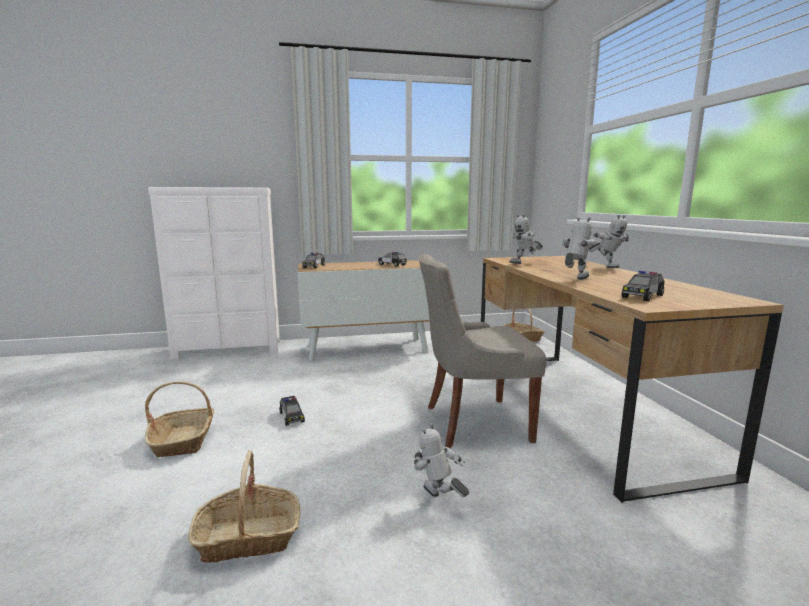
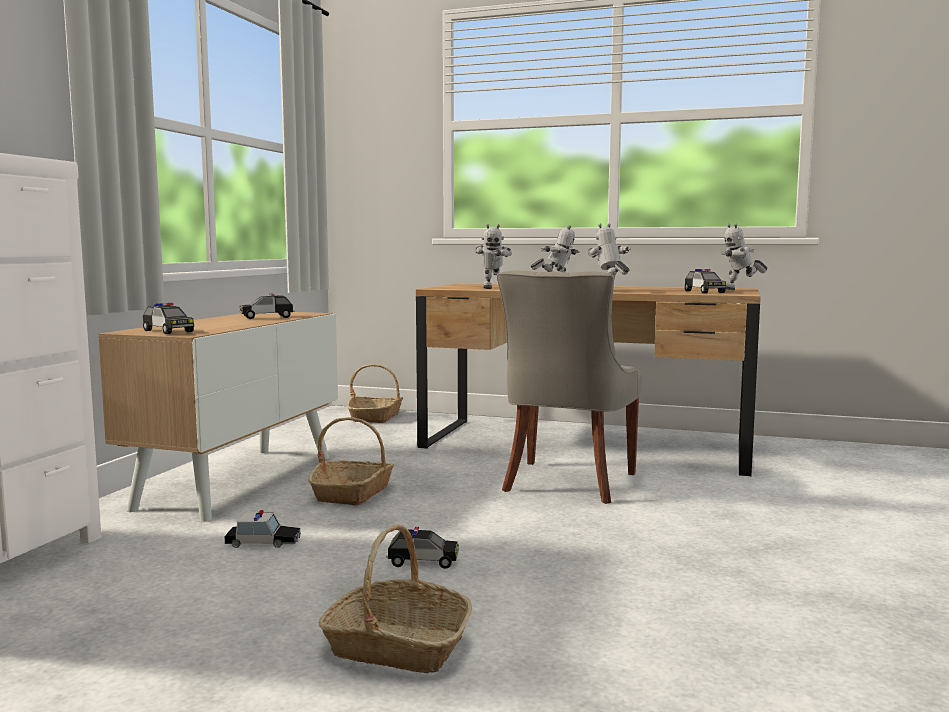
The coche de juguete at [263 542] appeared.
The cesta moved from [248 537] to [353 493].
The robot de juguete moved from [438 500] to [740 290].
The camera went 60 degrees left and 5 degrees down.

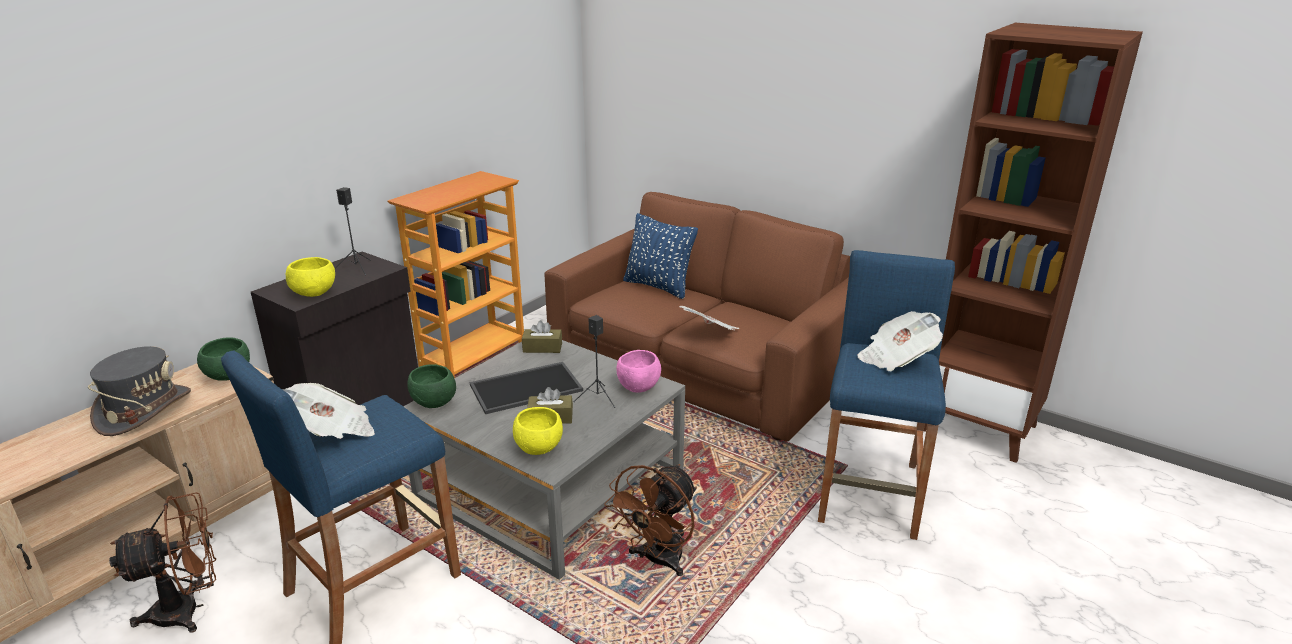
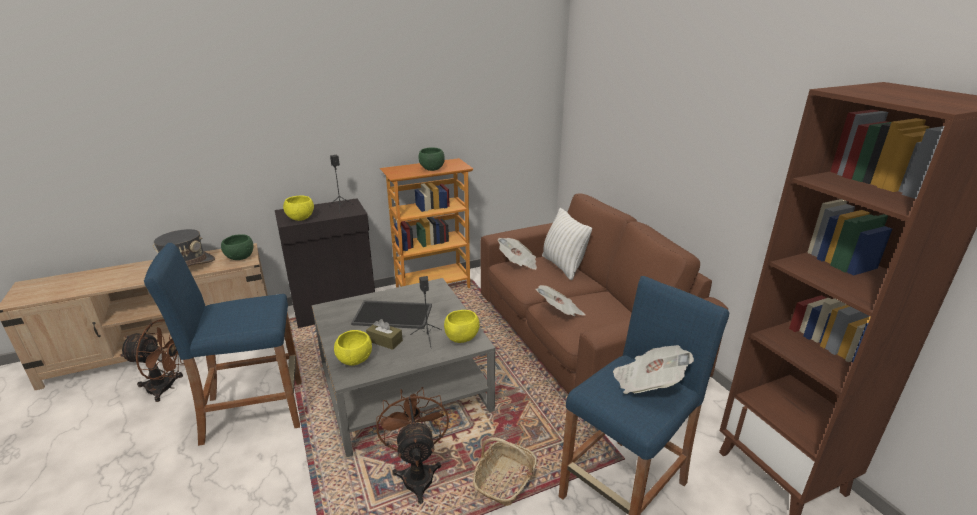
The ventilador (marrón) at [657 561] turned 105 degrees clockwise.
The cuenco (verde) moved from [434 403] to [432 169].
The cuenco (rosa) at [638 388] became the cuenco (amarillo) at [461 338].
The cesta at [505 480] appeared.
The periódico moved from [332 431] to [518 263].
The cojín (azul) at [658 286] became the cojín (blanco) at [563 266].
The caja de pañuelos (marrón) at [542 348] disappeared.
The camera went 30 degrees right and 0 degrees up.

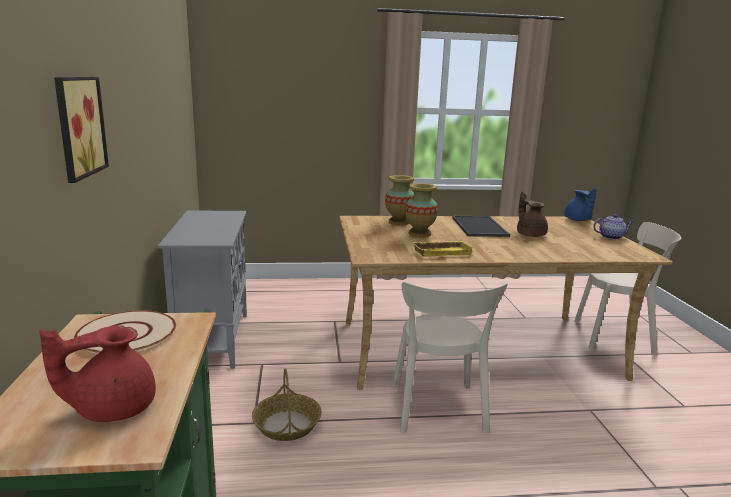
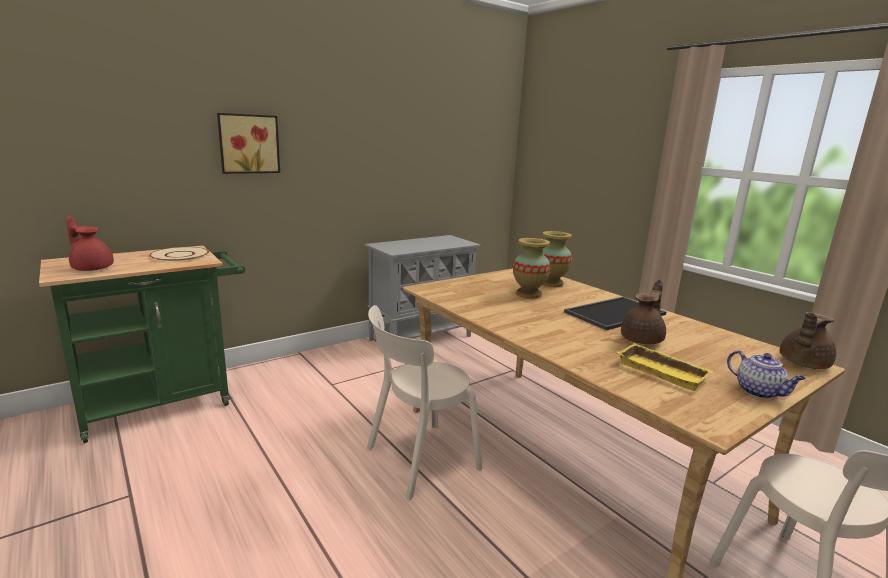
The bandeja (amarillo) moved from [442 251] to [664 371].
The tetera (azul) at [578 220] became the tetera (marrón) at [802 364].
The cesta at [287 425] disappeared.
The camera went 60 degrees right and 0 degrees up.

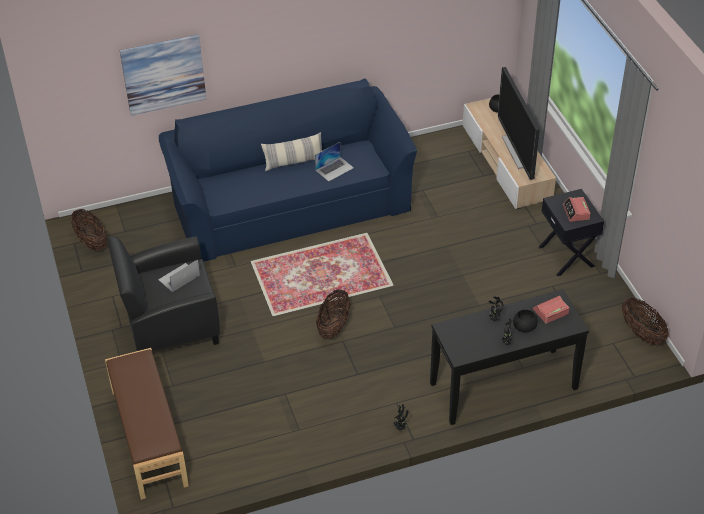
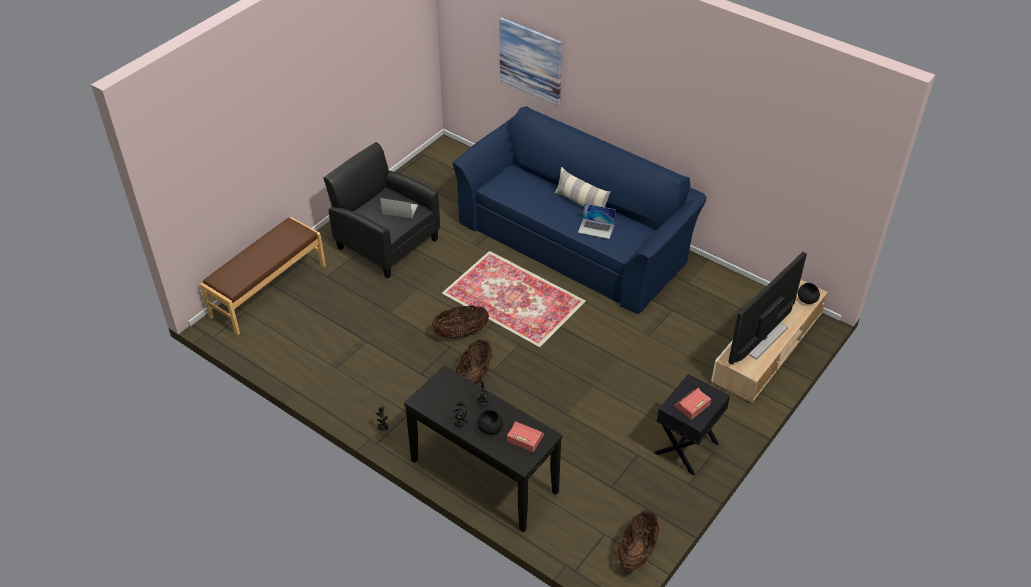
The cesta moved from [91 242] to [474 376].
The camera went 55 degrees right and 0 degrees up.

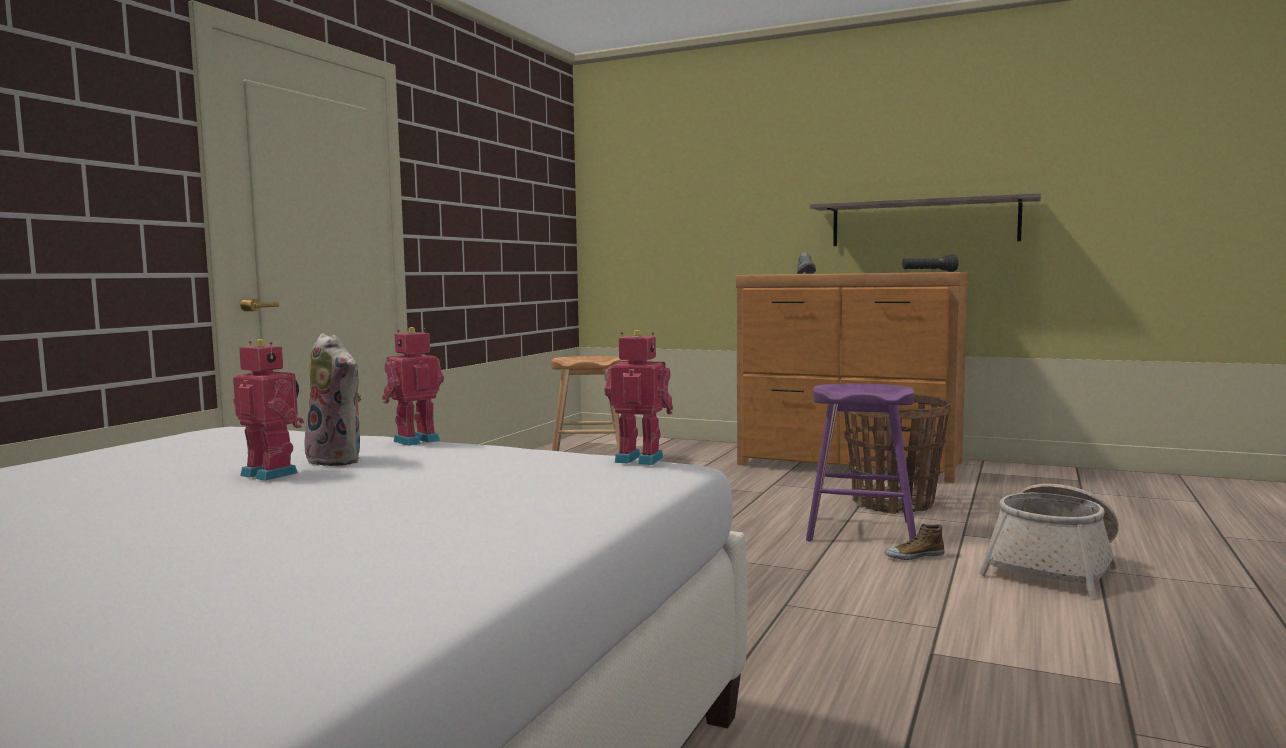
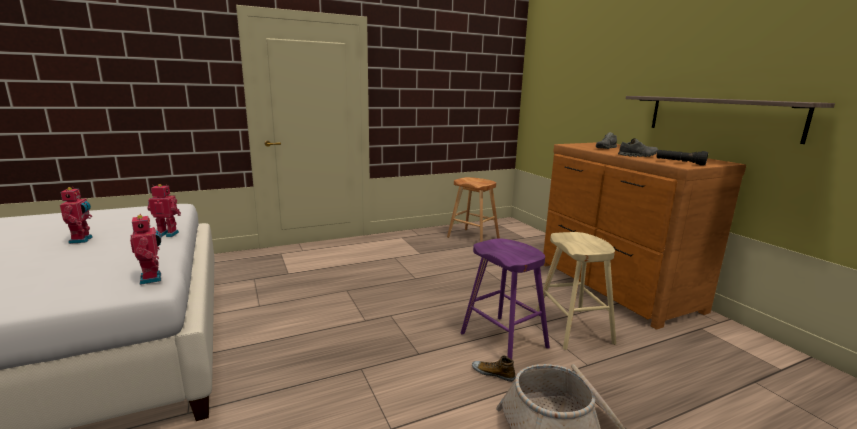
The cesta at [893 503] was replaced by the taburete (beis) at [572 328].
The zapato (gris) at [637 155] appeared.
The peluche at [339 460] disappeared.
The camera went 40 degrees right and 10 degrees up.

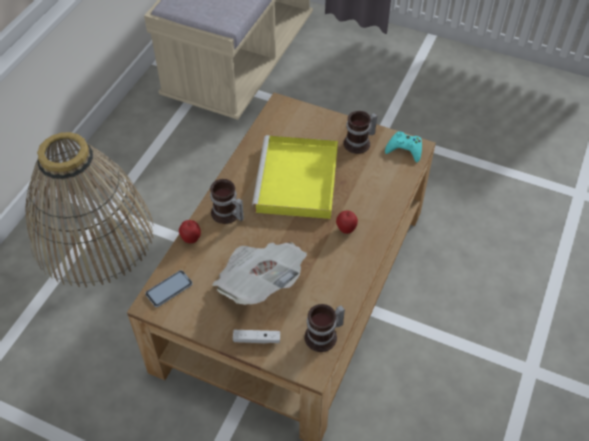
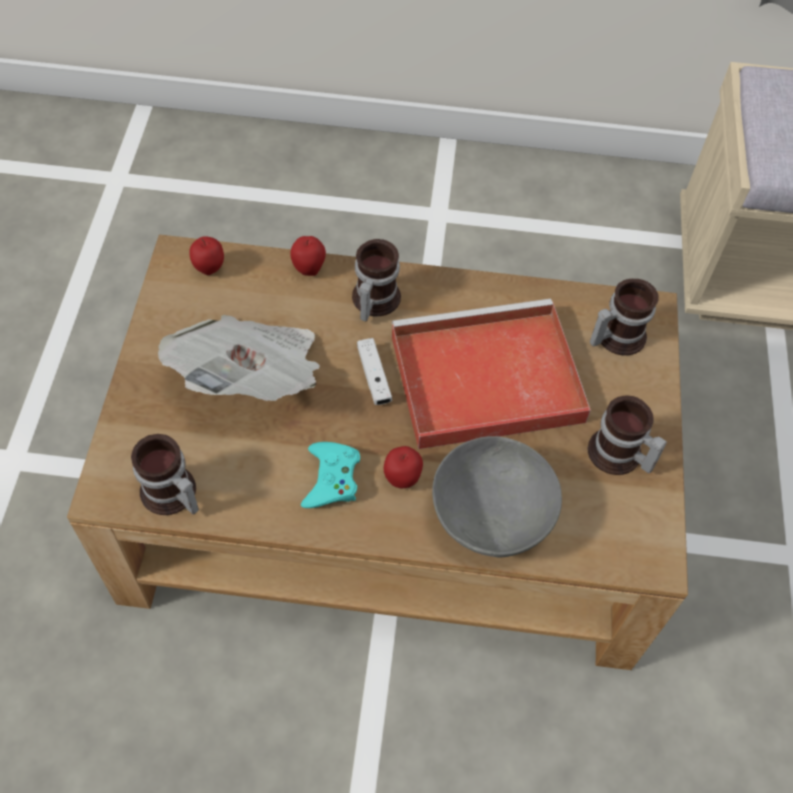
The móvil at [169 289] was replaced by the manzana at [209 269].
The mando de consola (turquesa) moved from [404 149] to [331 479].
The mando de consola (blanco) moved from [256 339] to [374 377].
The bandeja (amarillo) at [298 181] became the bandeja (rojo) at [482 380].
The cuenco (gris) at [491 516] appeared.
The taza grande at [615 335] appeared.
The cesta at [93 236] disappeared.
The camera went 70 degrees right and 5 degrees up.

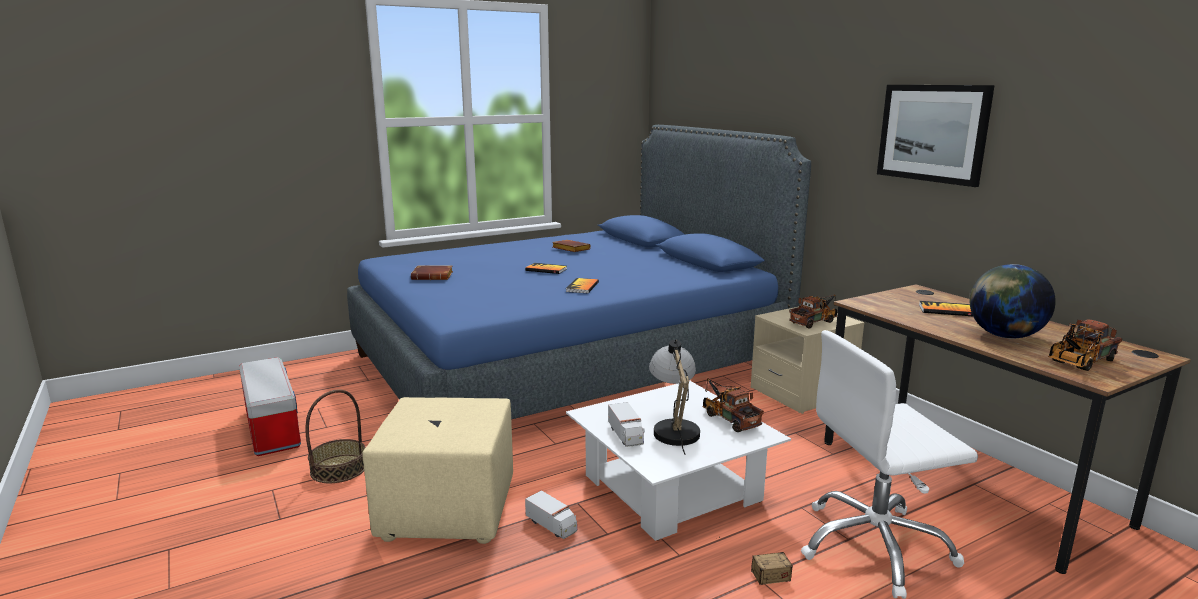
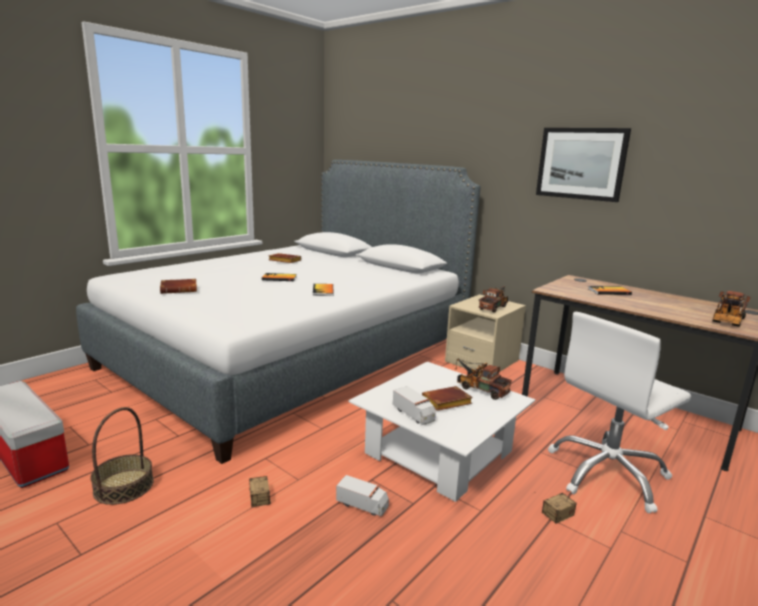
The cama (azul) at [568 362] became the cama (blanco) at [292 356].
The puf (beis) at [449 511] was replaced by the caja de almacenaje at [261 510].
The lámpara de mesa at [673 428] was replaced by the libro (marrón) at [446 403].
The globo terráqueo at [1004 336] disappeared.
The camera went 20 degrees left and 0 degrees up.

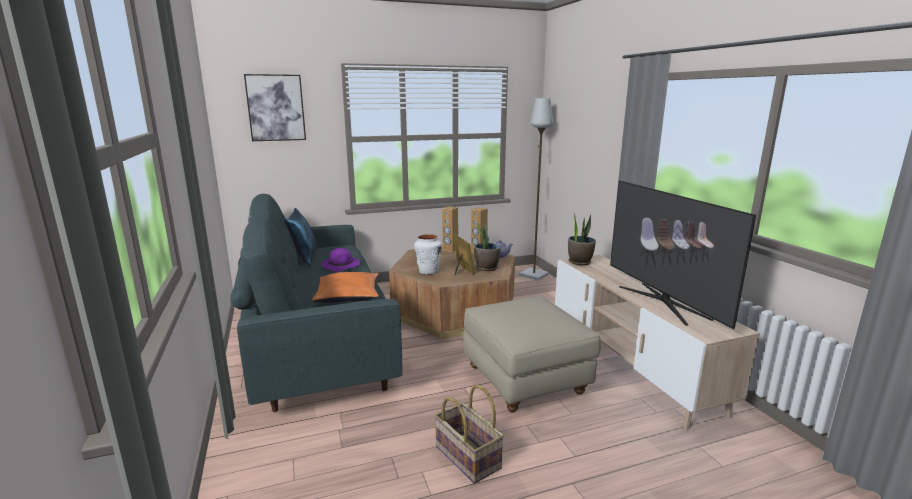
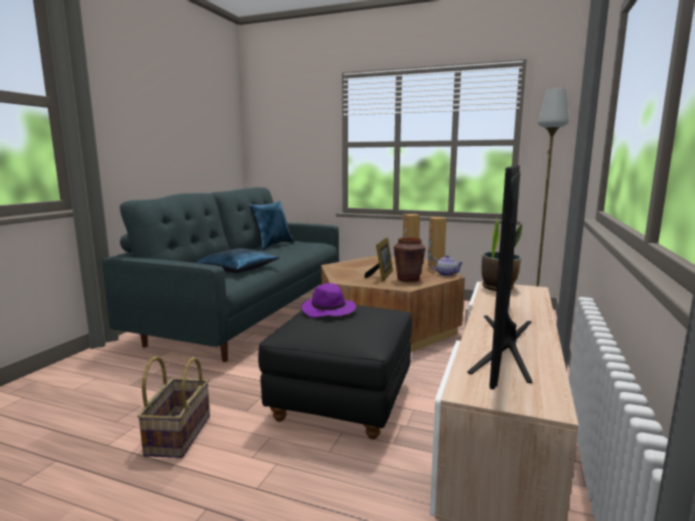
The cojín (naranja) at [348 295] became the cojín (azul) at [238 269].
The puf (beis) at [525 380] became the puf (negro) at [342 402].
The sombrero (morado) moved from [341 266] to [329 311].
The planta en maceta at [486 268] was replaced by the florero (marrón) at [408 280].
The cuadro at [276 108] disappeared.
The florero (blanco) at [428 271] disappeared.
The camera went 40 degrees right and 5 degrees down.

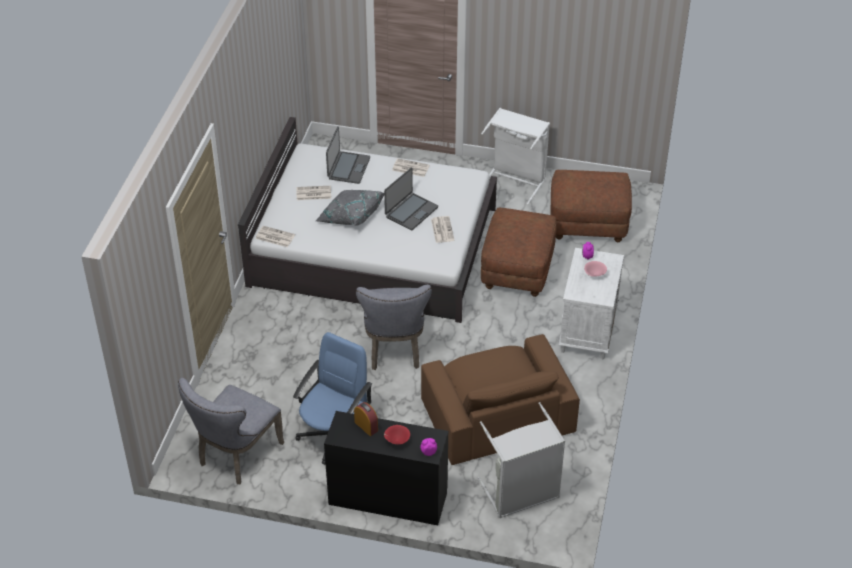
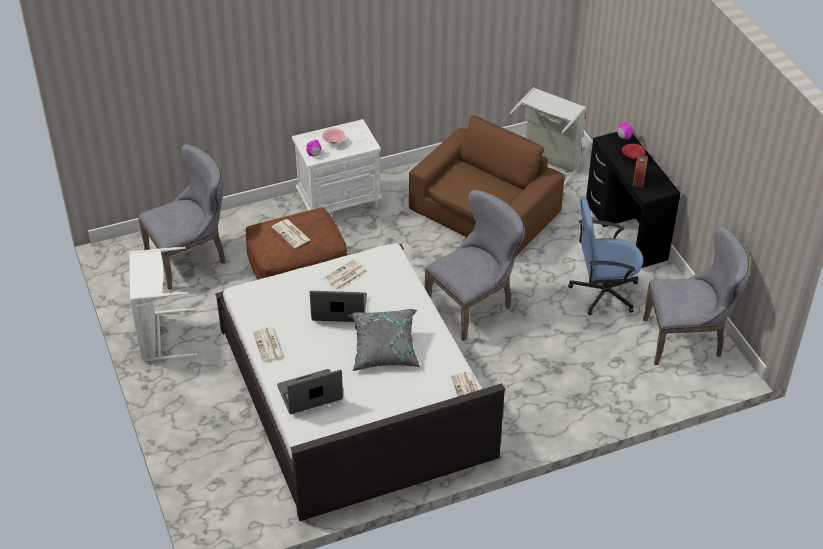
The puf (marrón) at [587 224] was replaced by the silla (gris) at [191 257].
The periódico moved from [313 193] to [291 234].
The camera went 125 degrees left and 0 degrees up.

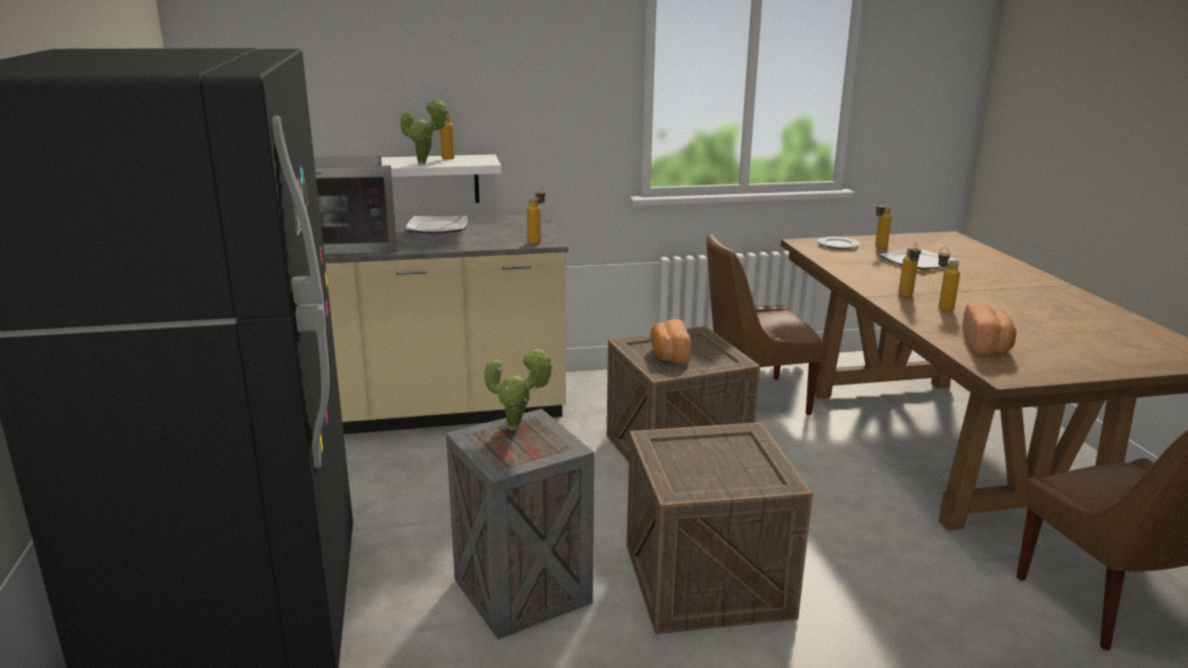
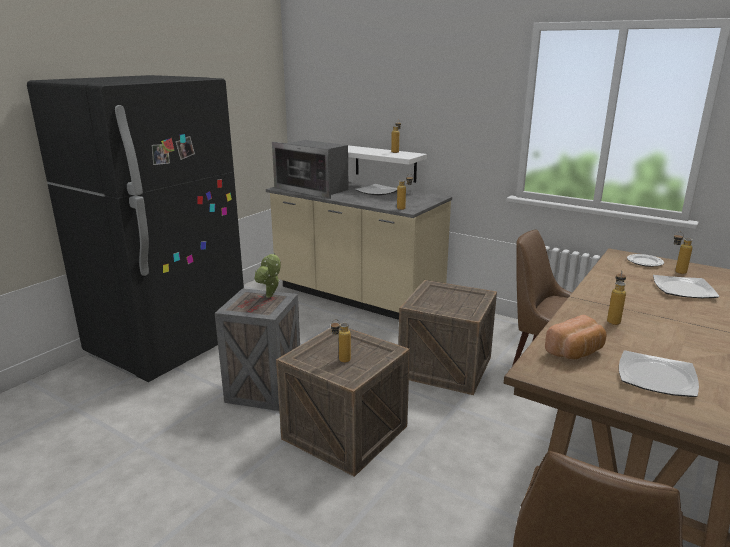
The botella moved from [906 296] to [340 361].
The plato at [657 377] appeared.
The planta en maceta at [425 163] disappeared.
The pan at [668 355] disappeared.
The camera went 45 degrees right and 0 degrees up.

